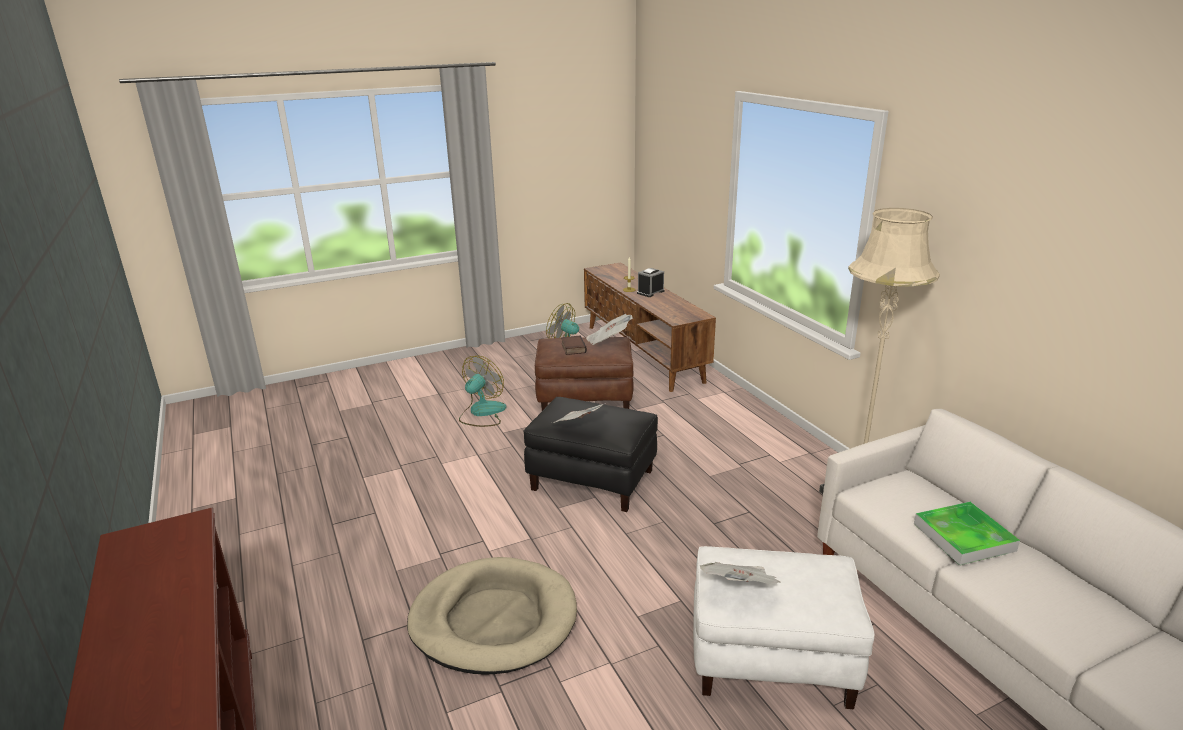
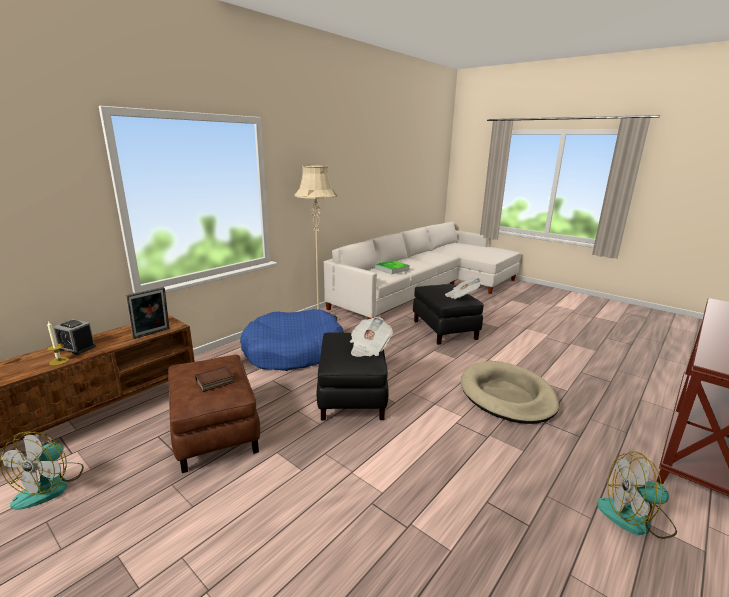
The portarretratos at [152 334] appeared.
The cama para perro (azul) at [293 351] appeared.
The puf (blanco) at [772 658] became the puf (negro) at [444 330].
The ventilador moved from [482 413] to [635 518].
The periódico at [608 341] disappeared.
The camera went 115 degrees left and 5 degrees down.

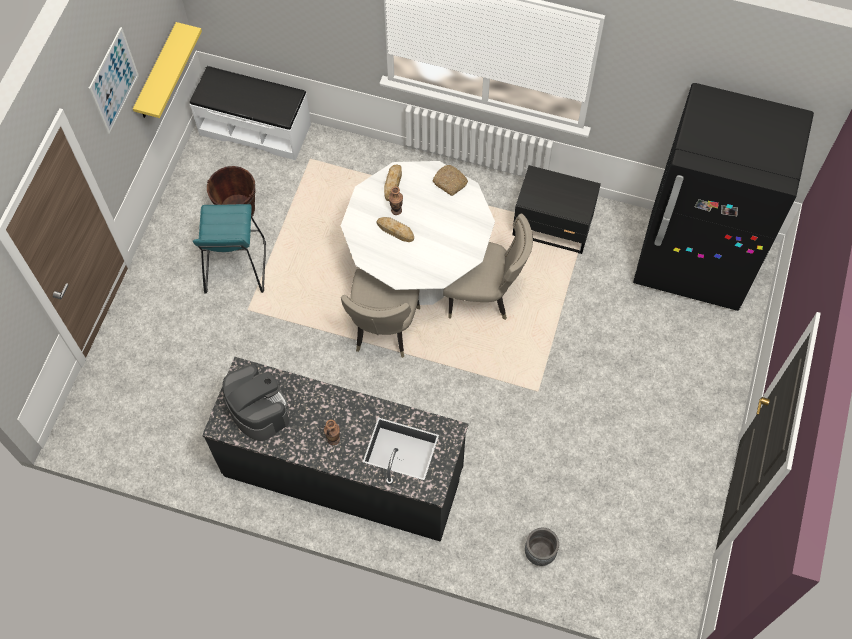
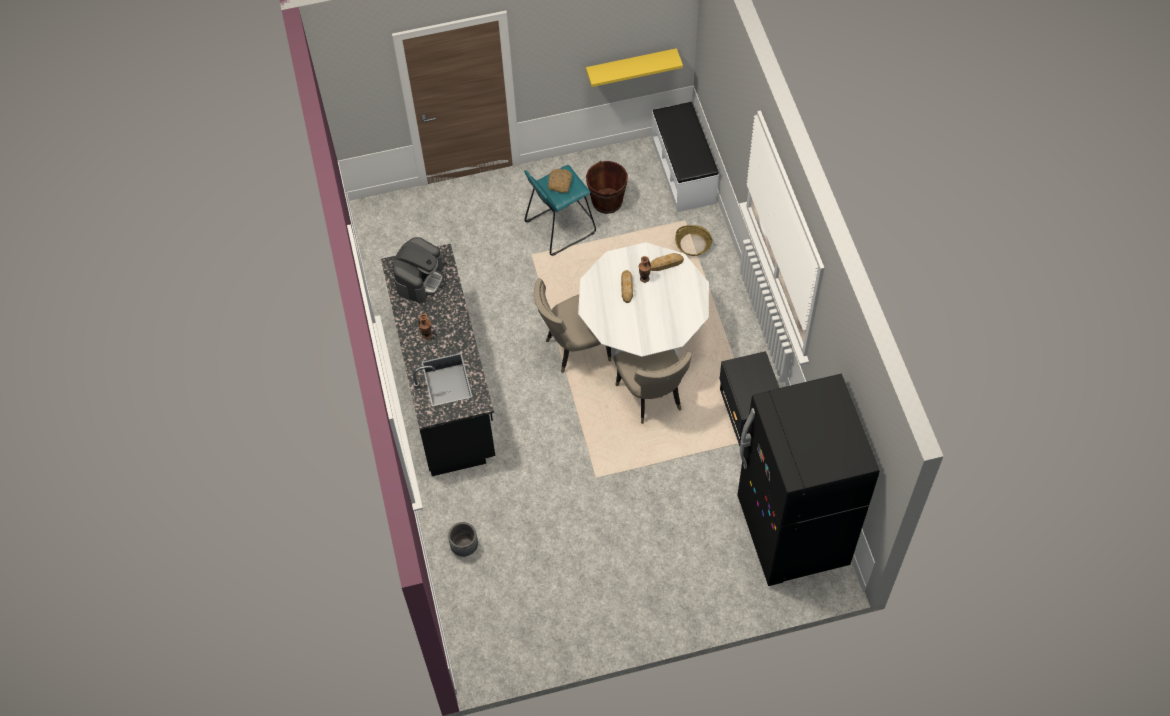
The pan moved from [450 182] to [560 183].
The cesta at [693 244] appeared.
The cuadro at [113 81] disappeared.
The camera went 60 degrees right and 5 degrees down.

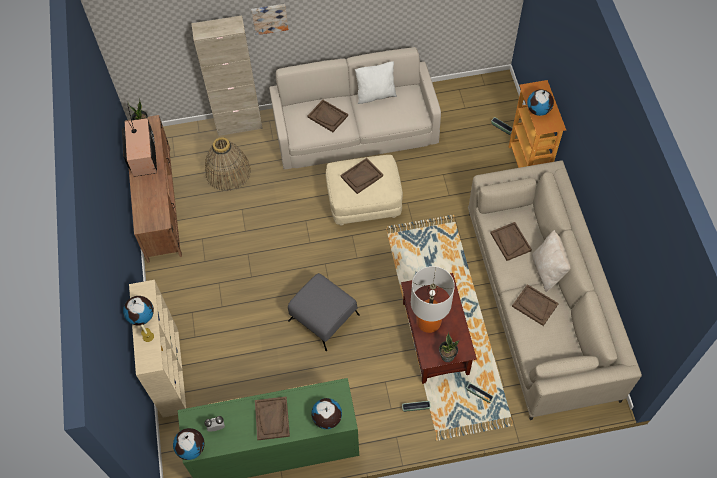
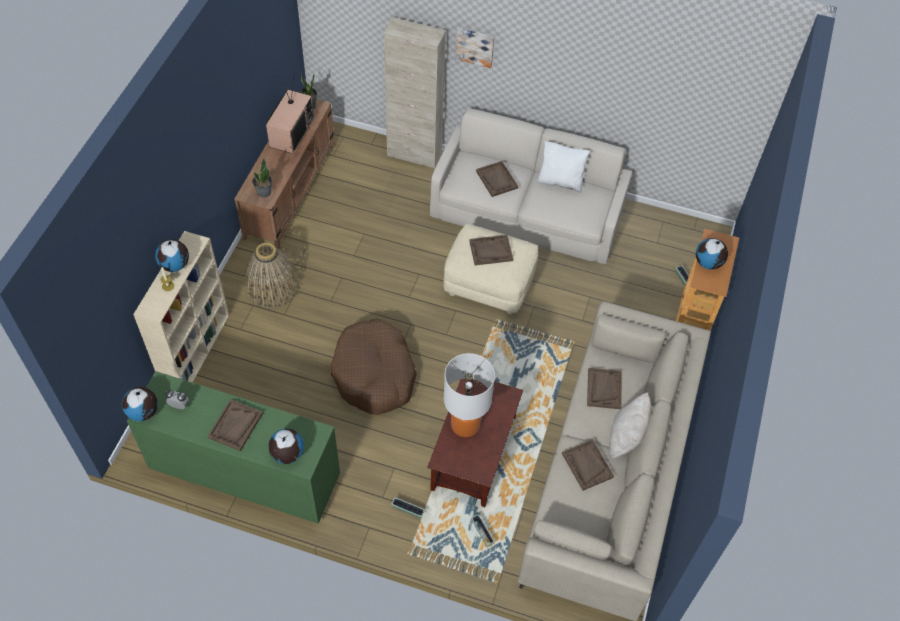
The cesta moved from [228 172] to [272 285].
The planta en maceta moved from [447 356] to [264 192].
The puf (gris) at [323 317] was replaced by the cama para perro (marrón) at [374 374].
The camera went 25 degrees right and 5 degrees down.

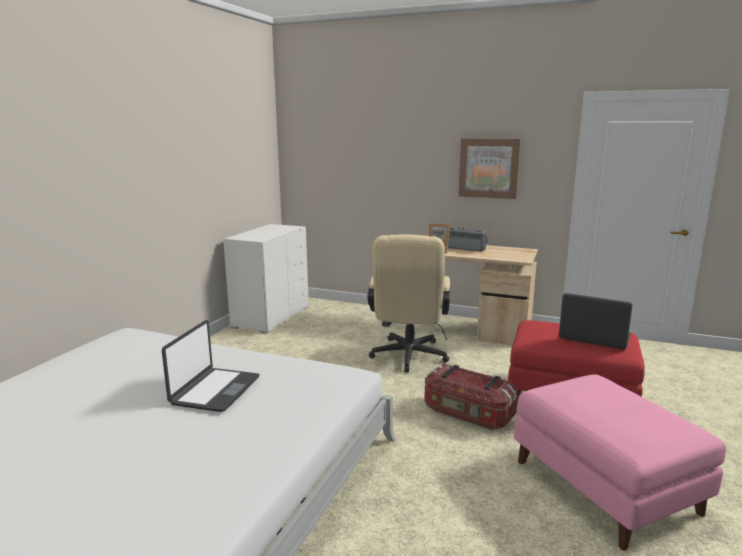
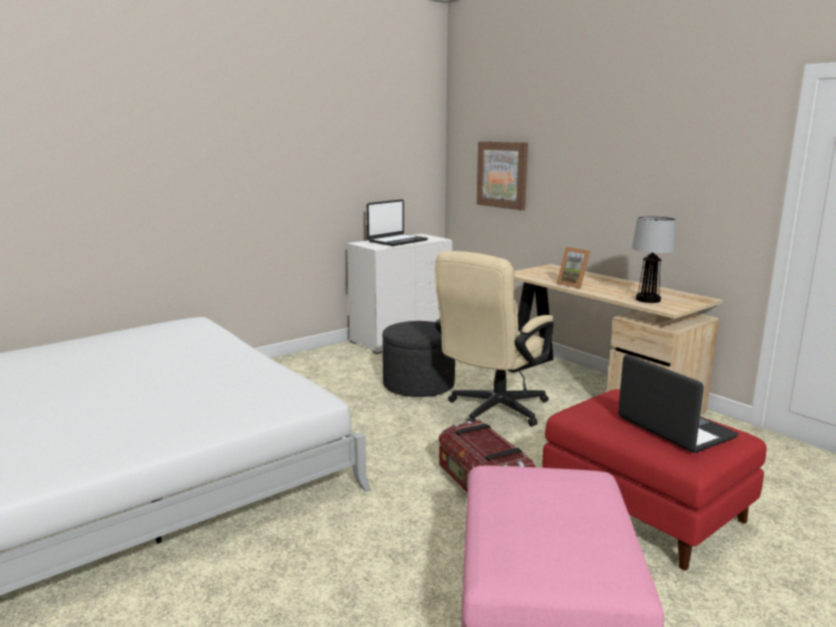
The portátil moved from [215 390] to [397 241].
The puf (gris) at [418 385] appeared.
The cuadro moved from [489 168] to [502 174].
The lámpara de mesa at [648 299] appeared.
The radio at [466 248] disappeared.
The camera went 30 degrees right and 0 degrees up.

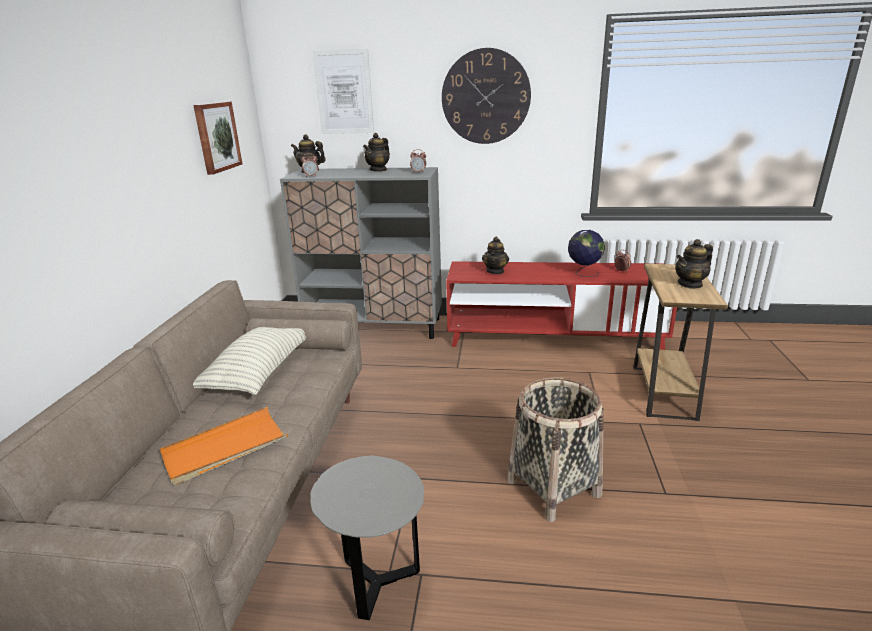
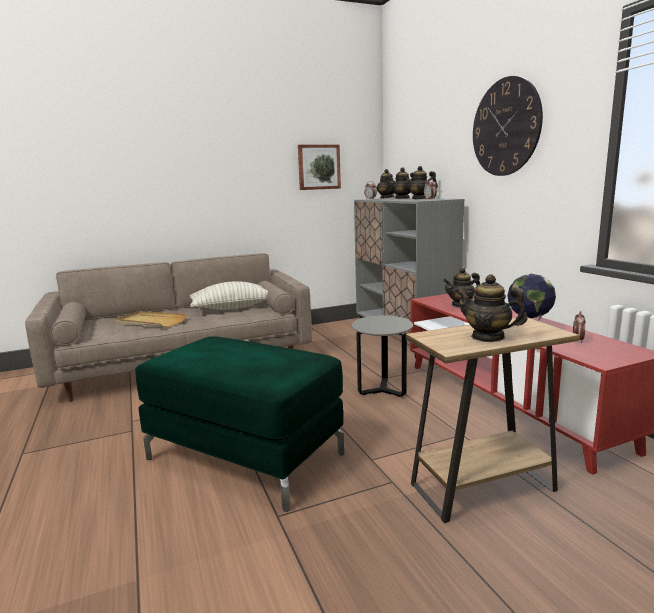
The bandeja (naranja) at [225 448] became the bandeja (beis) at [150 322].
The cesta at [553 487] was replaced by the puf (verde) at [246 456].
The mesa auxiliar (gris) moved from [377 582] to [382 390].
The tetera at [402 198] appeared.
The cuadro at [344 92] disappeared.
The camera went 60 degrees right and 10 degrees down.

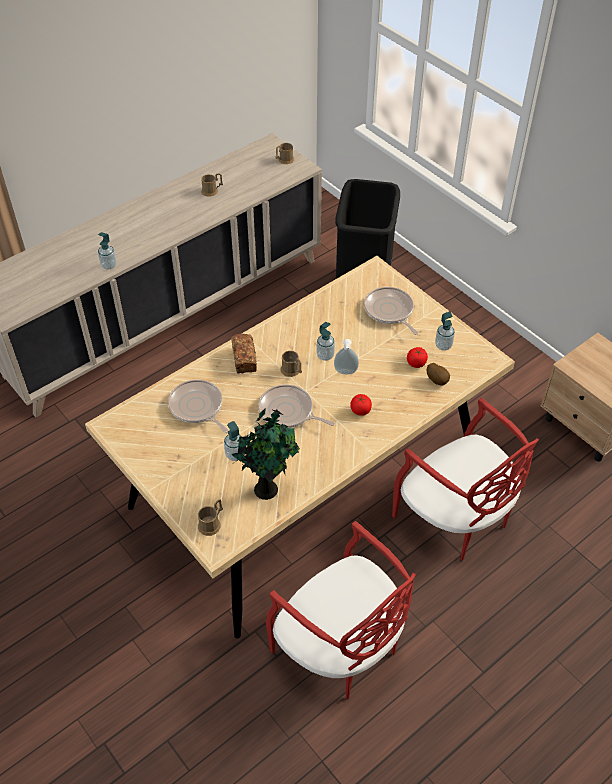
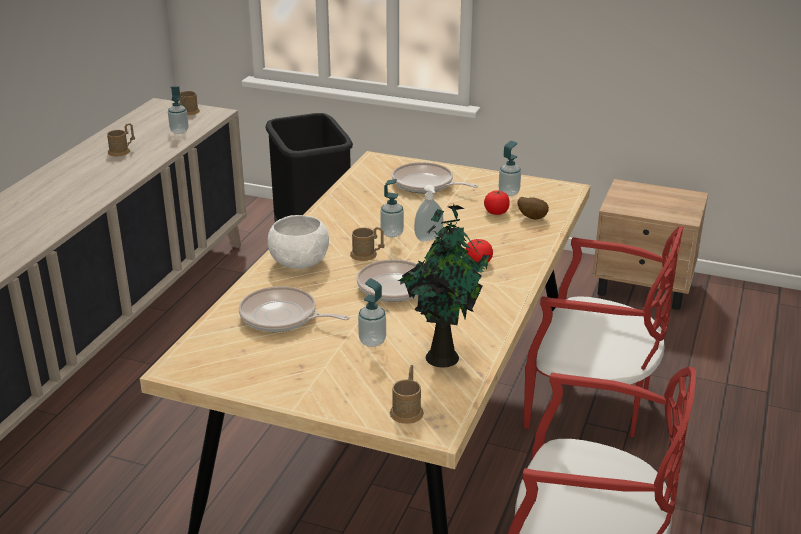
The dispensador de jabón moved from [109 265] to [179 131].
The pan at [244 359] was replaced by the cuenco (blanco) at [300 262].
The camera went 30 degrees left and 20 degrees down.

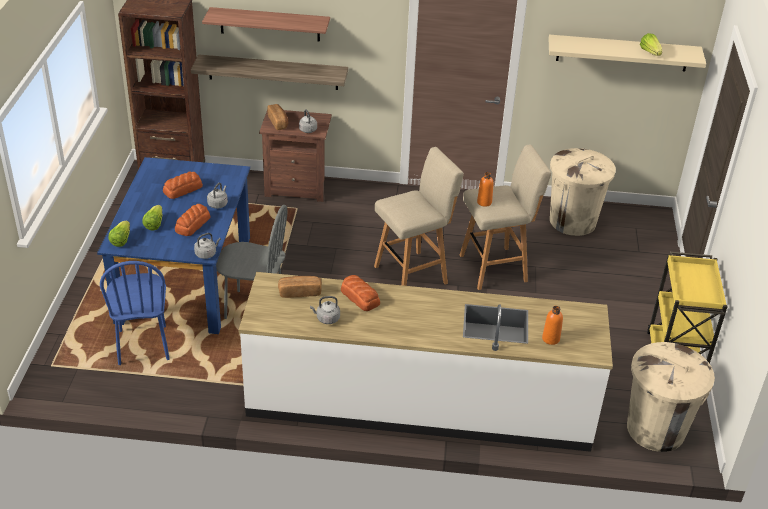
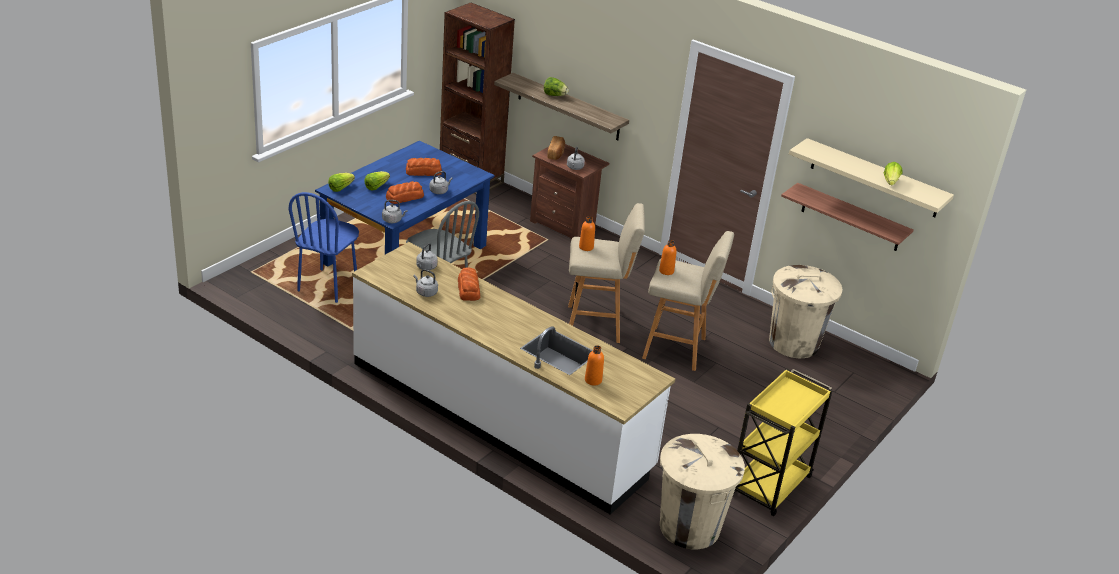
The pan at [300 292] was replaced by the hervidor (gris) at [426 267].
The lechuga at [555 95] appeared.
The botella (naranja) at [586 247] appeared.
The estante moved from [270 24] to [851 218].
The camera went 30 degrees right and 5 degrees down.

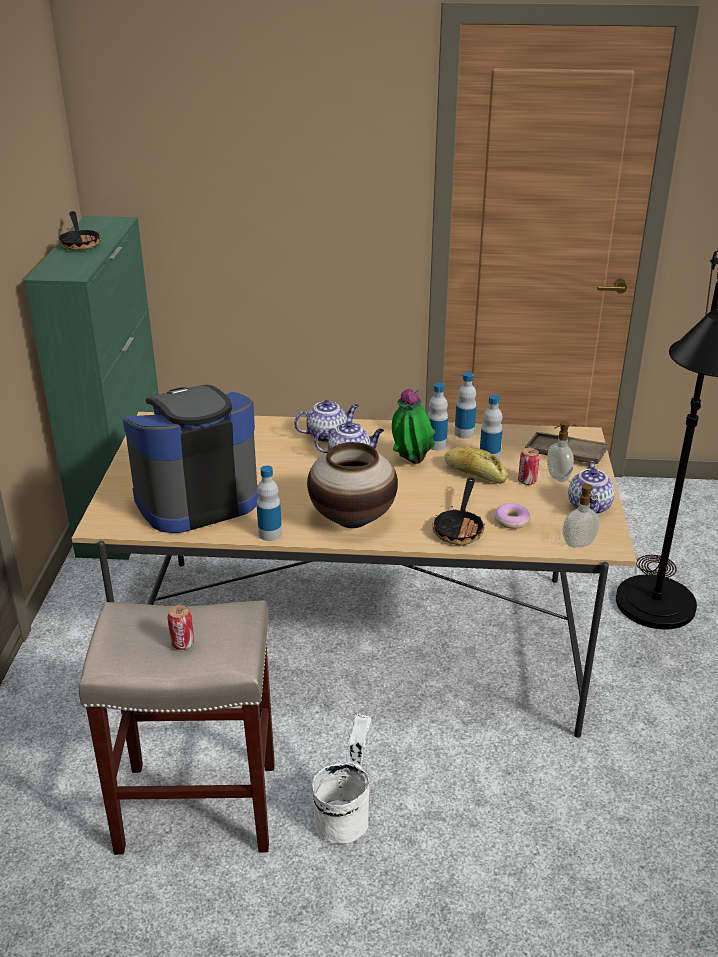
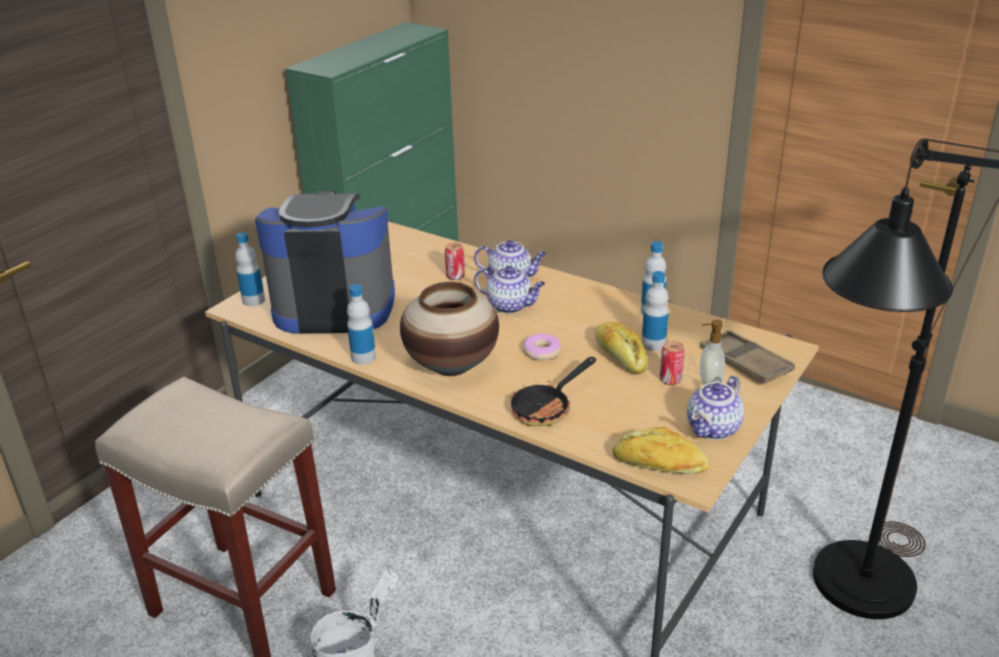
The botella moved from [436 445] to [253 300].
The lata moved from [182 643] to [455 276].
The rosquilla moved from [511 520] to [542 352].
The dispensador de jabón at [579 544] was replaced by the pan at [659 466].
The sartén at [80 243] disappeared.
The planta en maceta at [410 461] disappeared.
The camera went 30 degrees right and 0 degrees up.

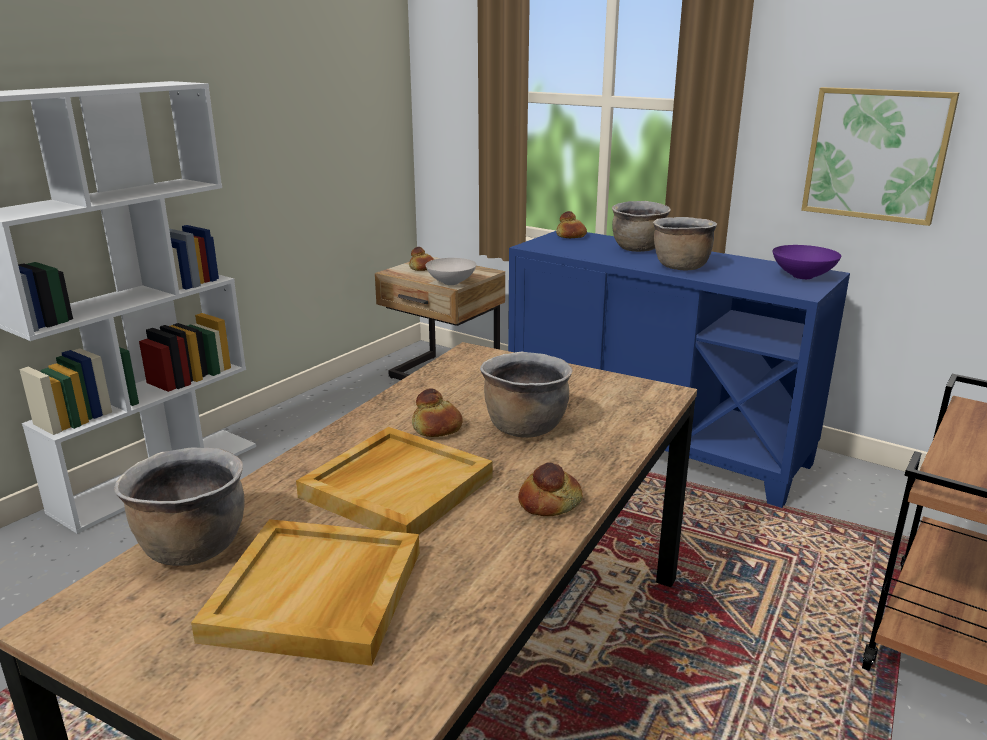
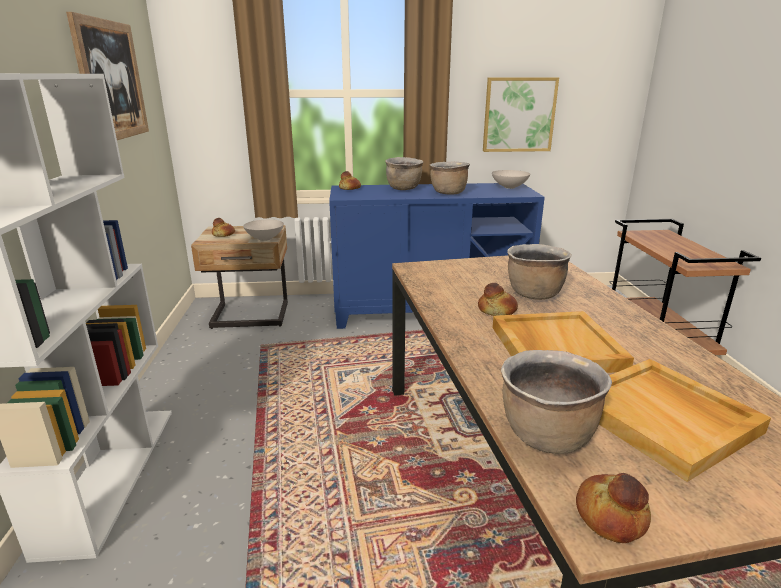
The cuadro at [111 80] appeared.
The cuenco (morado) at [802 276] became the cuenco (blanco) at [509 187].
The pan moved from [550 503] to [611 516].
The camera went 40 degrees left and 0 degrees up.

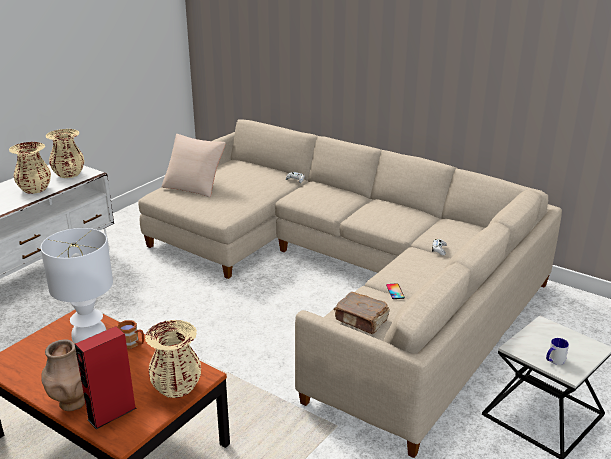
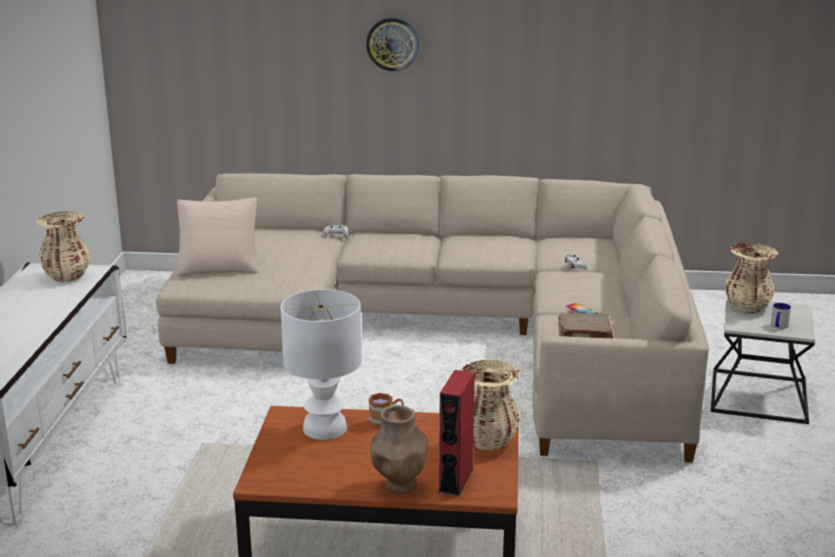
The reloj de pared at [392 44] appeared.
The florero (beis) moved from [35 189] to [747 307].
The camera went 30 degrees left and 5 degrees down.

